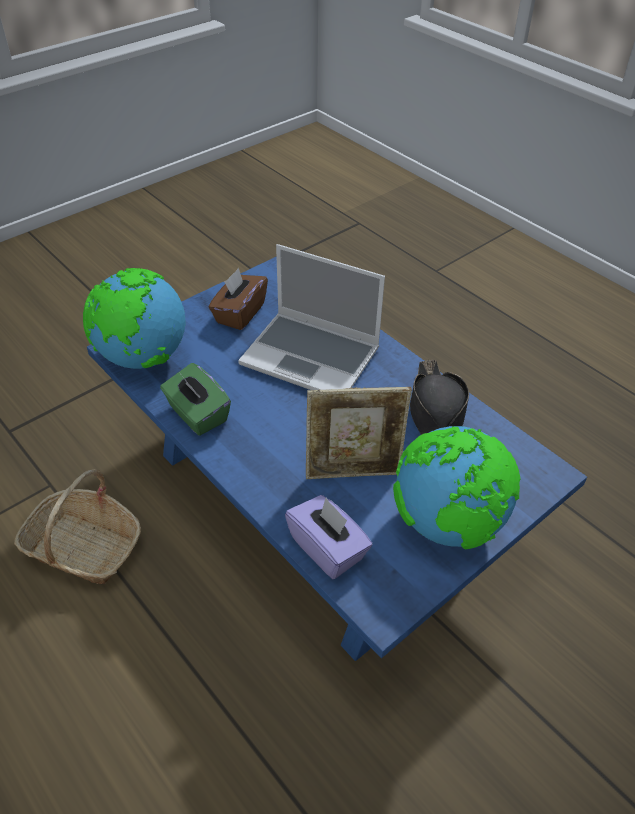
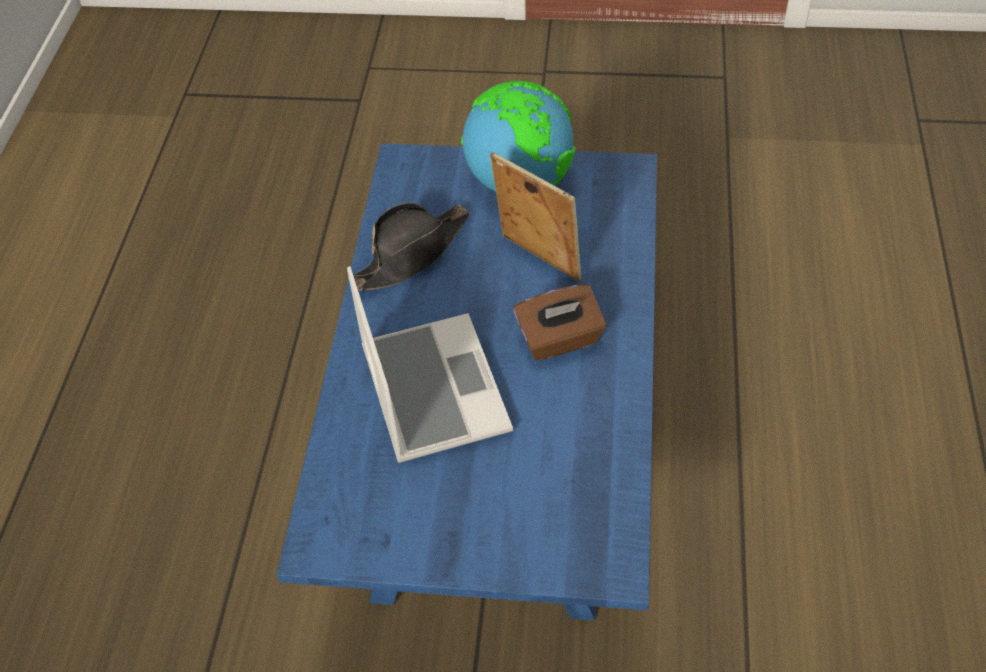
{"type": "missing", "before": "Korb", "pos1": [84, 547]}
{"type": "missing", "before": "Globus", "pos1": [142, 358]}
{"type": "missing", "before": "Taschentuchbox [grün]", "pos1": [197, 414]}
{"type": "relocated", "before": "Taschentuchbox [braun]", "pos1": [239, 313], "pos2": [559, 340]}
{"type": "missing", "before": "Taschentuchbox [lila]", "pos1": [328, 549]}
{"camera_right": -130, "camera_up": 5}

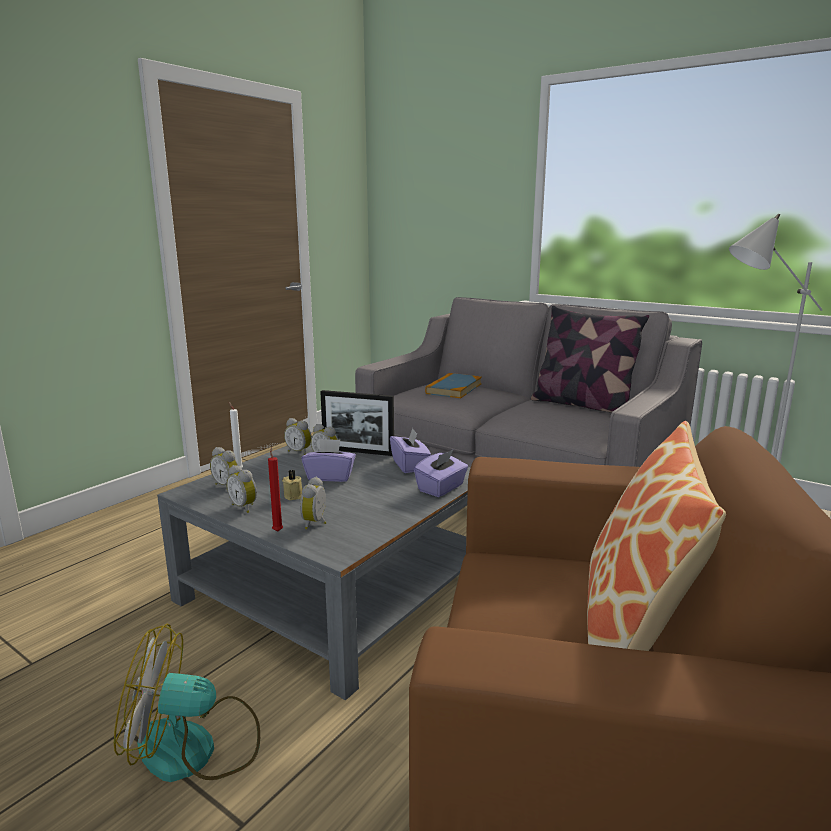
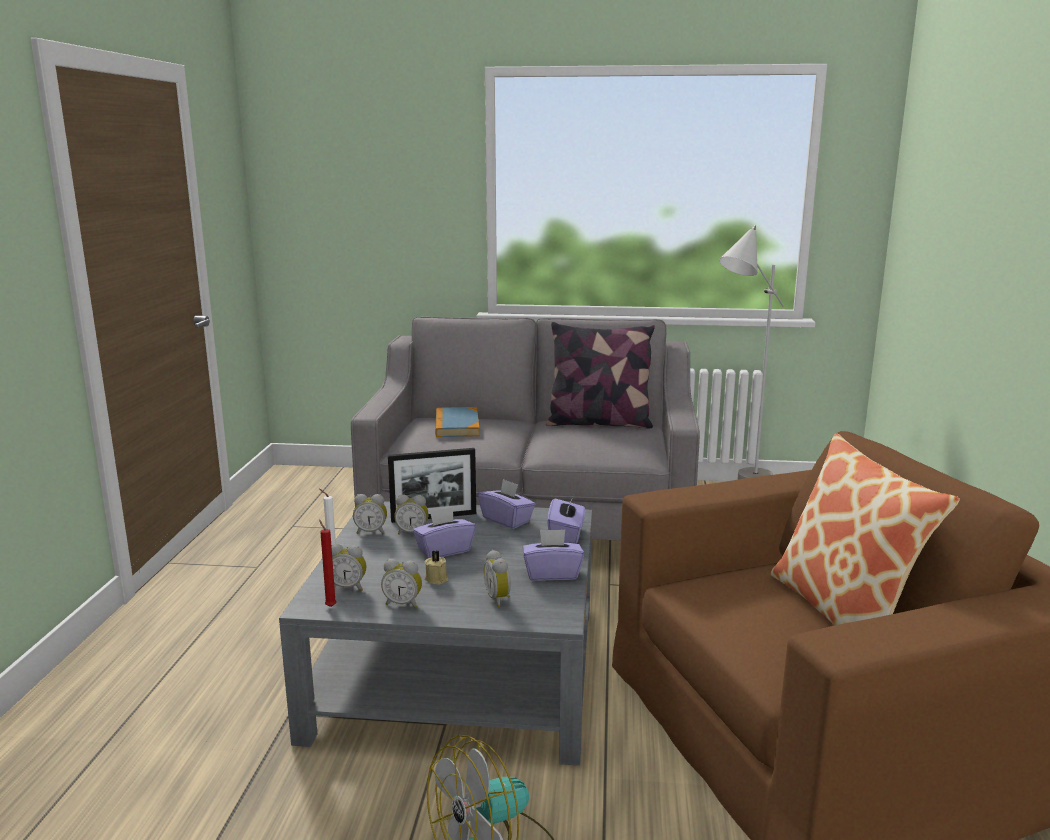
{"type": "relocated", "before": "Kerze [rot]", "pos1": [278, 530], "pos2": [330, 606]}
{"type": "appeared", "after": "Taschentuchbox [lila]", "pos2": [552, 573]}
{"camera_right": -30, "camera_up": 0}

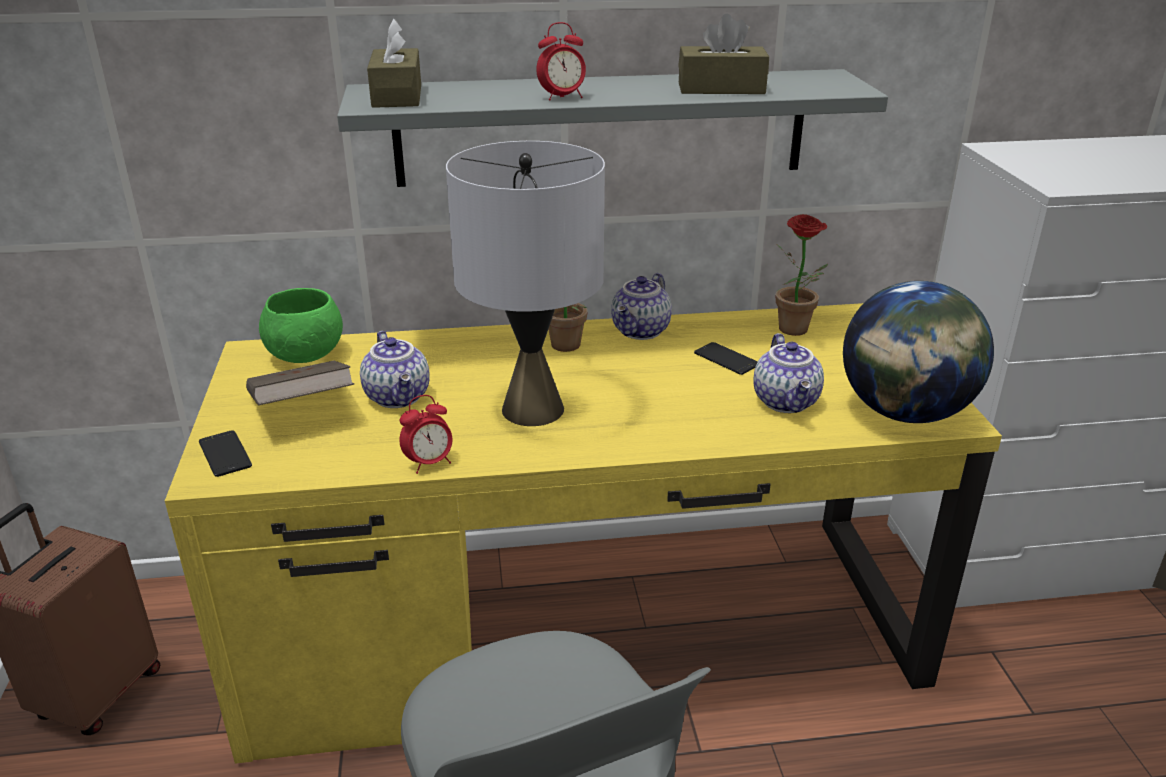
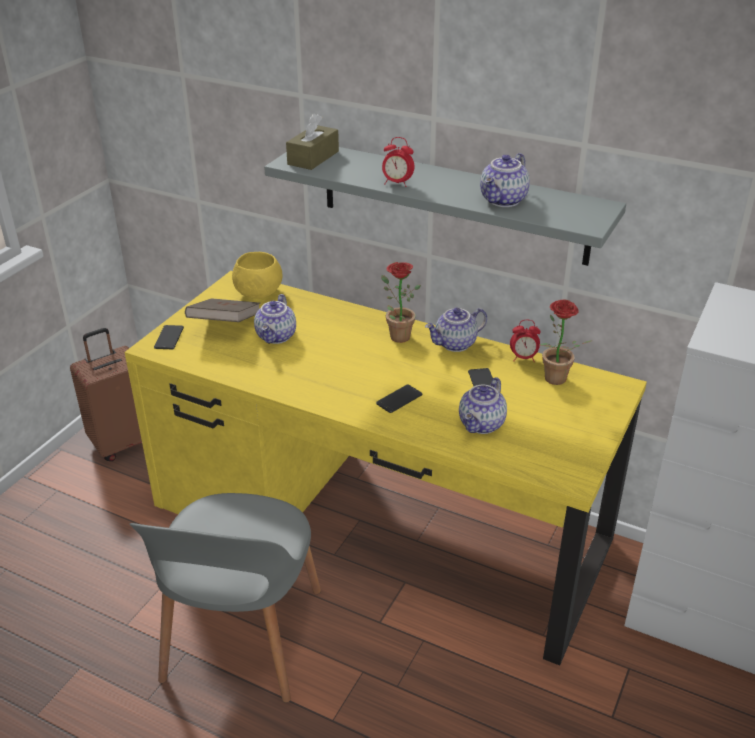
{"type": "colour", "before": "Schüssel [grün]", "after": "Schüssel [gelb]", "pos1": [305, 355], "pos2": [258, 293]}
{"type": "relocated", "before": "Wecker", "pos1": [429, 463], "pos2": [523, 358]}
{"type": "missing", "before": "Tischlampe [grau]", "pos1": [532, 409]}
{"type": "exchanged", "before": "Taschentuchbox [braun]", "after": "Teekanne", "pos1": [721, 88], "pos2": [504, 201]}
{"type": "missing", "before": "Globus", "pos1": [904, 413]}
{"type": "appeared", "after": "Handy", "pos2": [399, 399]}
{"camera_right": 35, "camera_up": 5}

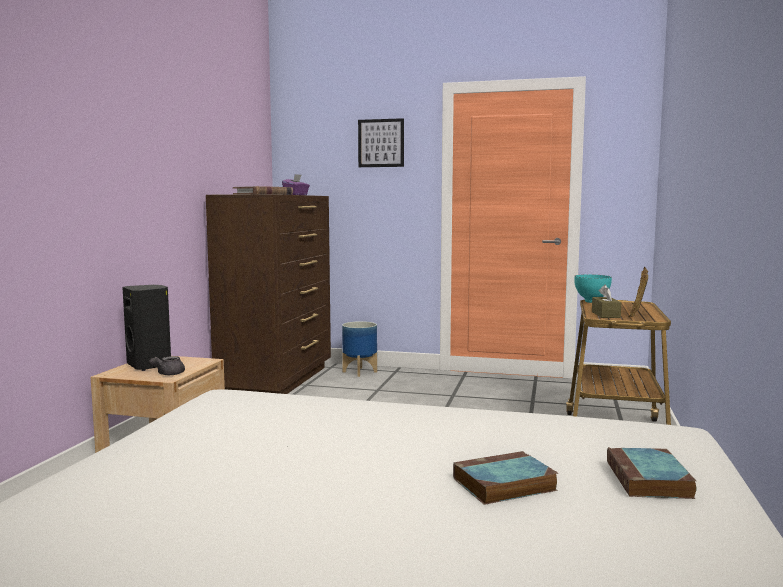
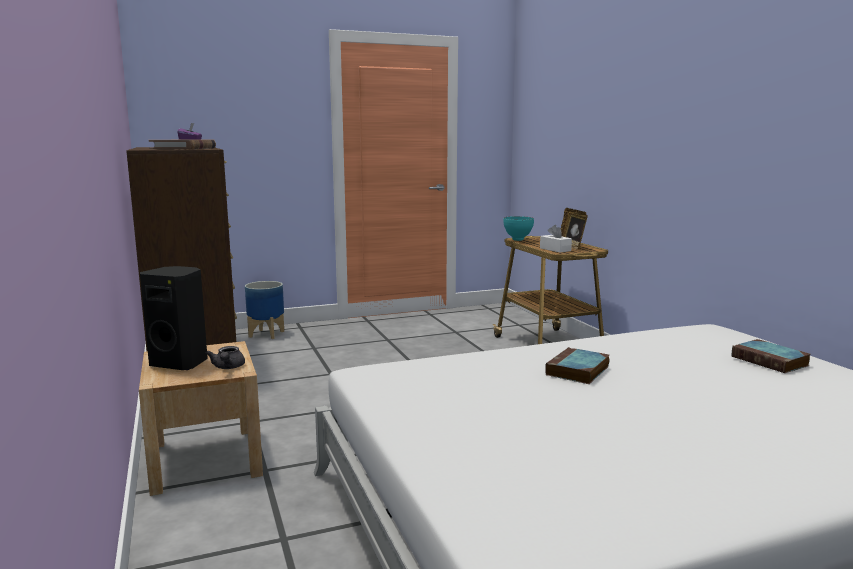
{"type": "missing", "before": "Bild", "pos1": [381, 143]}
{"type": "relocated", "before": "Buch", "pos1": [503, 485], "pos2": [577, 371]}
{"type": "colour", "before": "Taschentuchbox [braun]", "after": "Taschentuchbox [weiß]", "pos1": [605, 314], "pos2": [555, 249]}
{"camera_right": -35, "camera_up": 5}

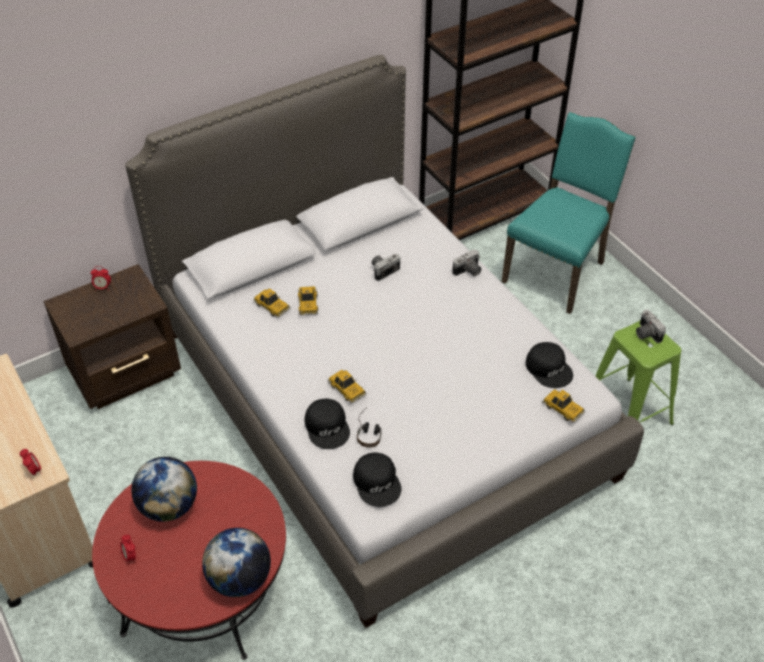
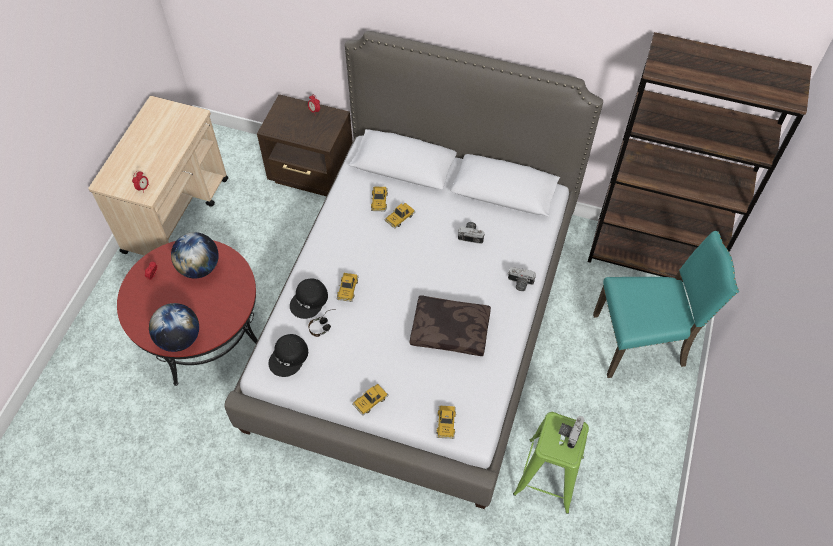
{"type": "missing", "before": "Kappe [schwarz]", "pos1": [549, 368]}
{"type": "appeared", "after": "Spielzeugauto", "pos2": [370, 401]}
{"type": "appeared", "after": "Kissen [braun]", "pos2": [451, 329]}
{"camera_right": 50, "camera_up": 10}

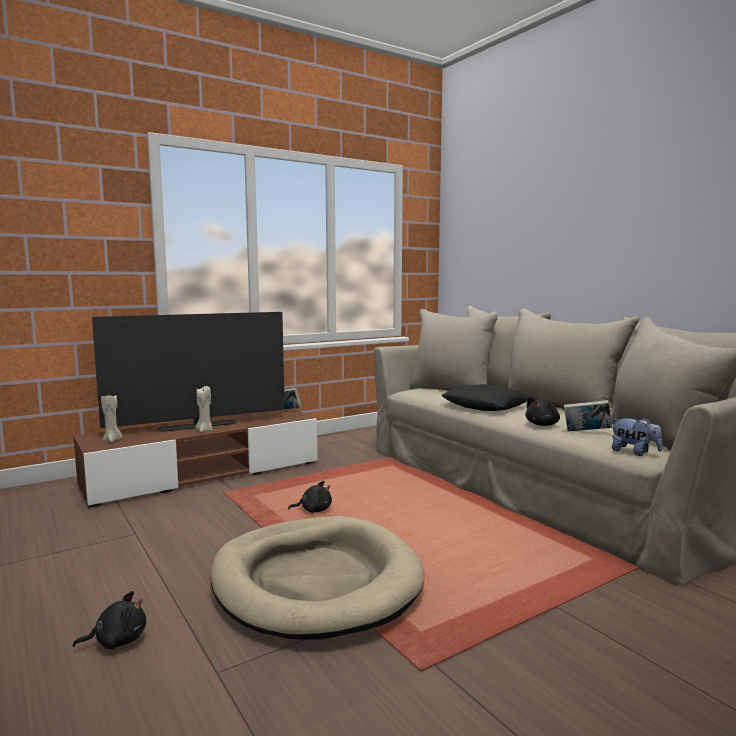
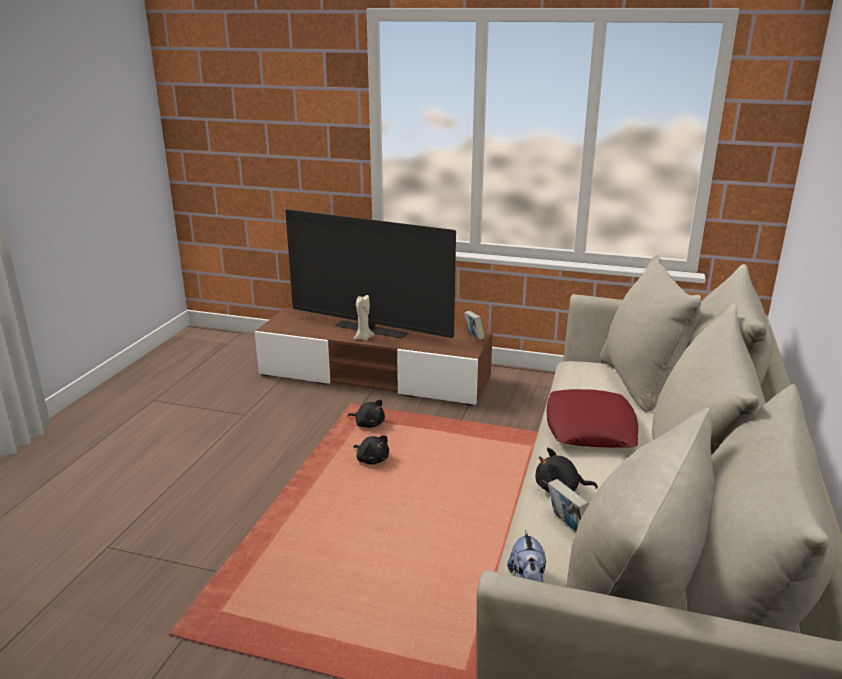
{"type": "relocated", "before": "Plüschtier [schwarz]", "pos1": [117, 640], "pos2": [368, 424]}
{"type": "missing", "before": "Kerze [beige]", "pos1": [112, 440]}
{"type": "missing", "before": "Hundebett [beige]", "pos1": [315, 581]}
{"type": "colour", "before": "Kissen [schwarz]", "after": "Kissen [rot]", "pos1": [485, 405], "pos2": [590, 428]}
{"camera_right": 50, "camera_up": 15}

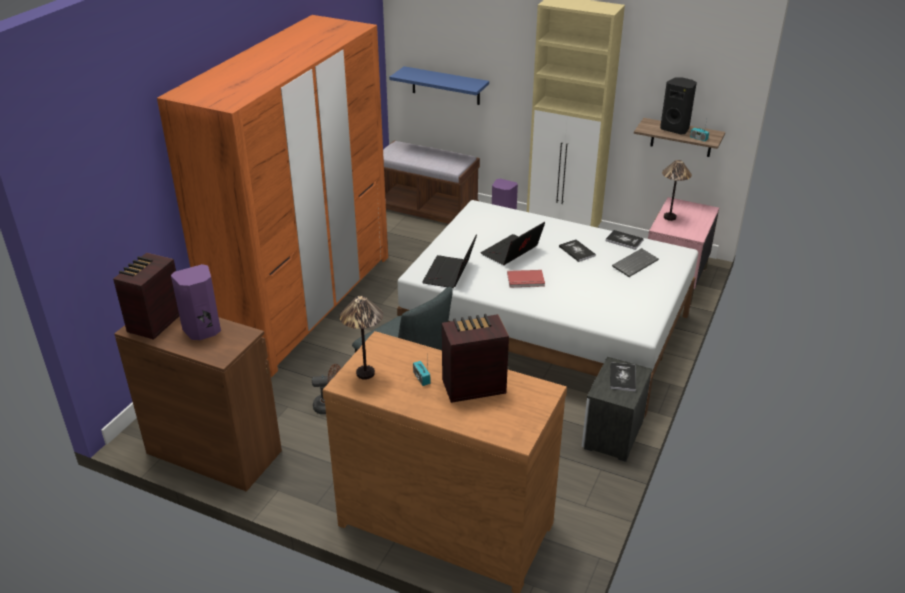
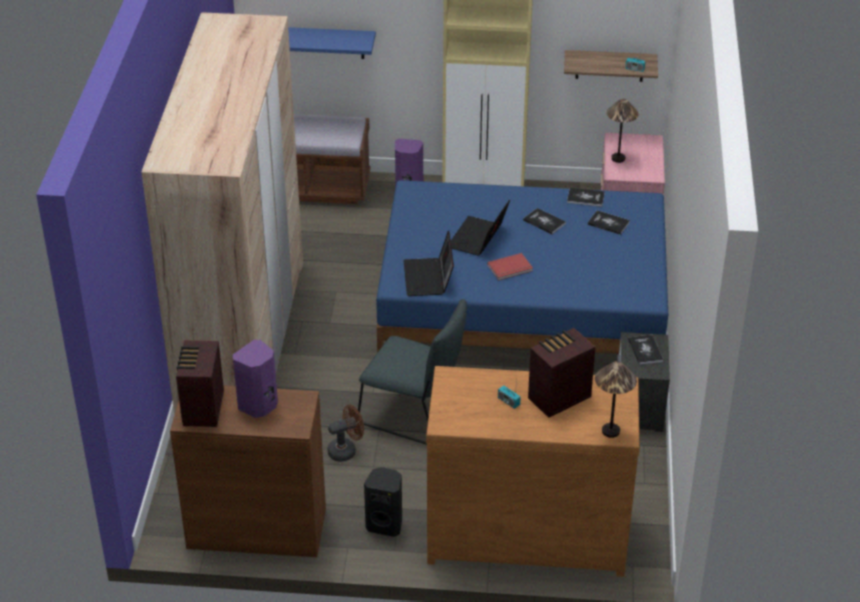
{"type": "colour", "before": "Kleiderschrank [orange]", "after": "Kleiderschrank [beige]", "pos1": [305, 303], "pos2": [243, 341]}
{"type": "relocated", "before": "Tischlampe", "pos1": [365, 373], "pos2": [610, 431]}
{"type": "colour", "before": "Bett [weiß]", "after": "Bett [blau]", "pos1": [546, 329], "pos2": [522, 311]}
{"type": "exchanged", "before": "Tastatur", "after": "Buch", "pos1": [634, 263], "pos2": [608, 223]}
{"type": "relocated", "before": "Lautsprecher [schwarz]", "pos1": [675, 129], "pos2": [385, 524]}
{"camera_right": -20, "camera_up": 5}

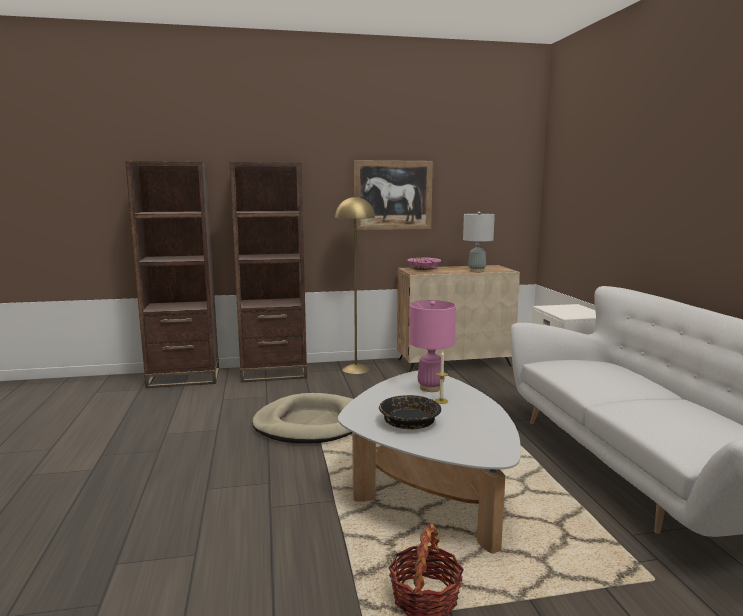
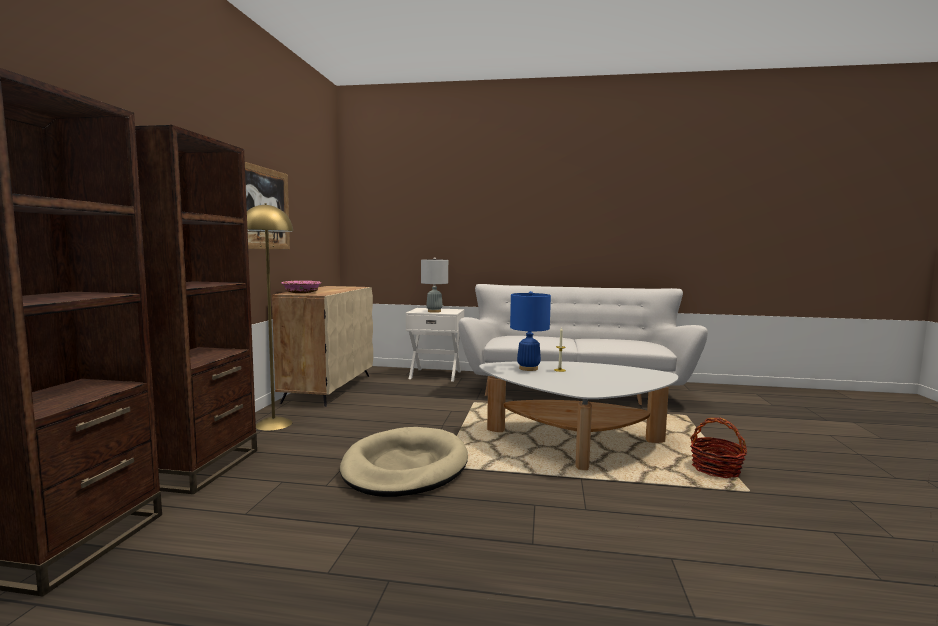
{"type": "missing", "before": "Schüssel [schwarz]", "pos1": [409, 422]}
{"type": "colour", "before": "Tischlampe [rosa]", "after": "Tischlampe [blau]", "pos1": [430, 388], "pos2": [528, 368]}
{"type": "relocated", "before": "Tischlampe [grau]", "pos1": [477, 271], "pos2": [434, 311]}
{"camera_right": -70, "camera_up": -5}

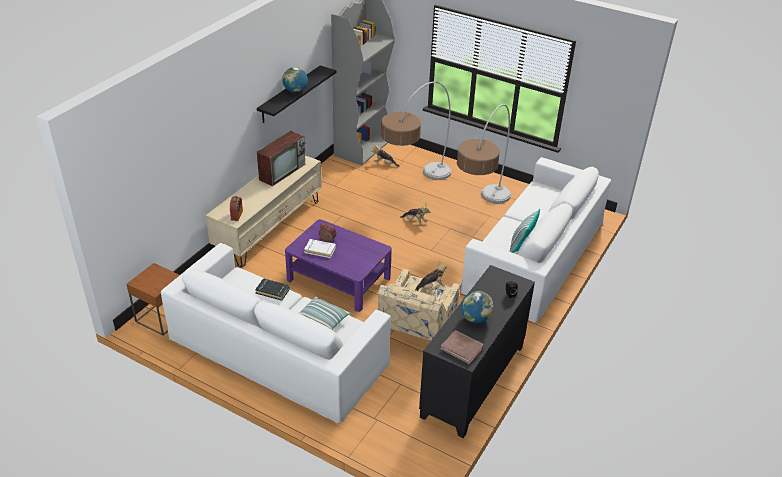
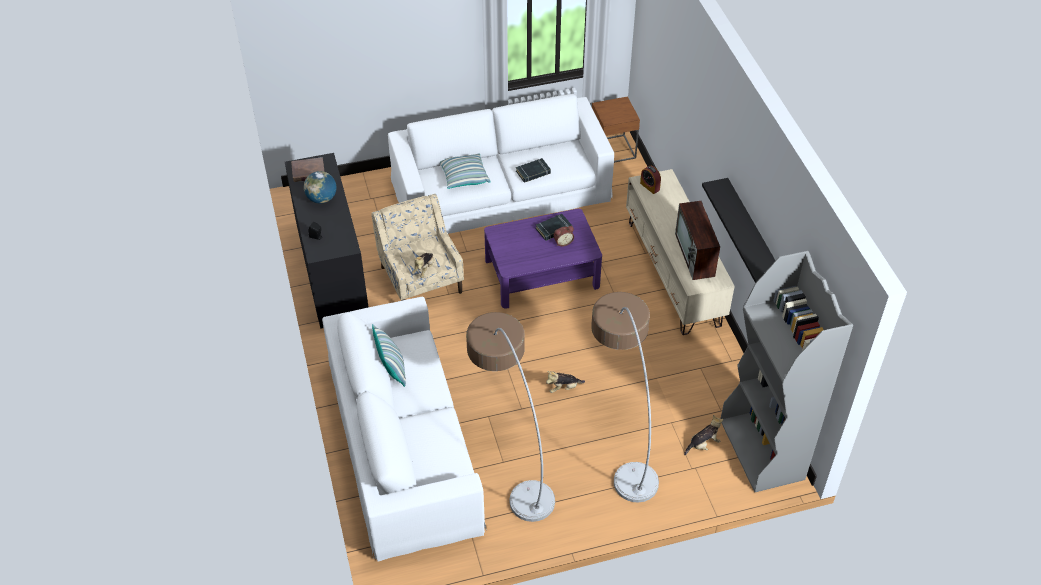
{"type": "missing", "before": "Globus", "pos1": [295, 91]}
{"type": "colour", "before": "Buch [weiß]", "after": "Buch [schwarz]", "pos1": [320, 250], "pos2": [554, 229]}
{"camera_right": 135, "camera_up": 10}

